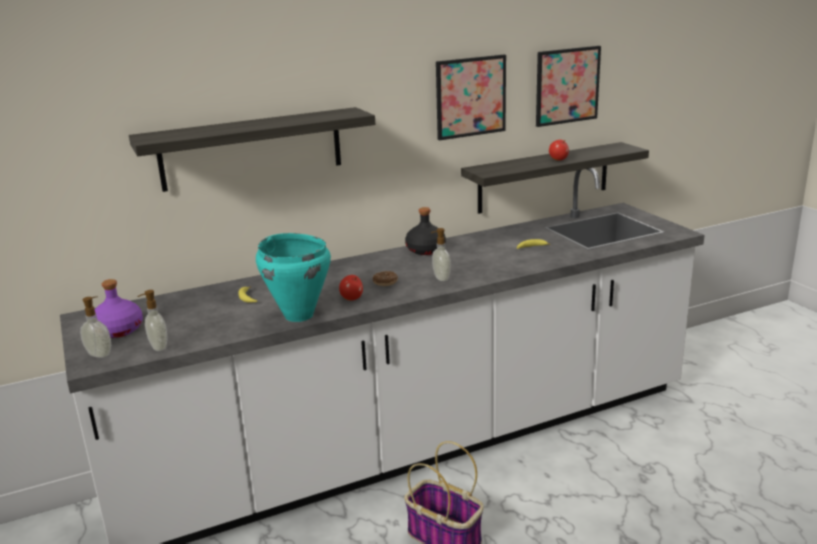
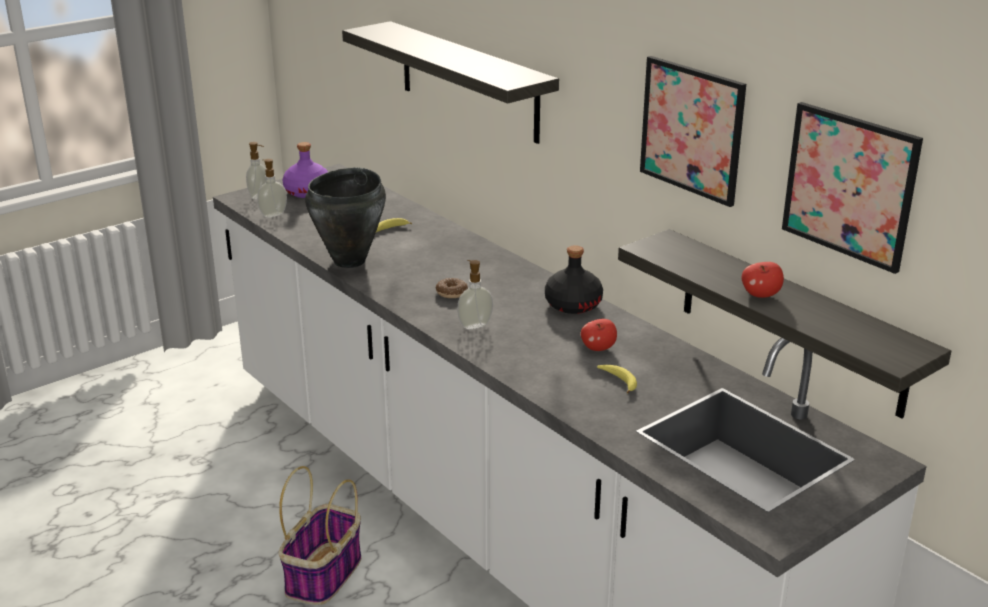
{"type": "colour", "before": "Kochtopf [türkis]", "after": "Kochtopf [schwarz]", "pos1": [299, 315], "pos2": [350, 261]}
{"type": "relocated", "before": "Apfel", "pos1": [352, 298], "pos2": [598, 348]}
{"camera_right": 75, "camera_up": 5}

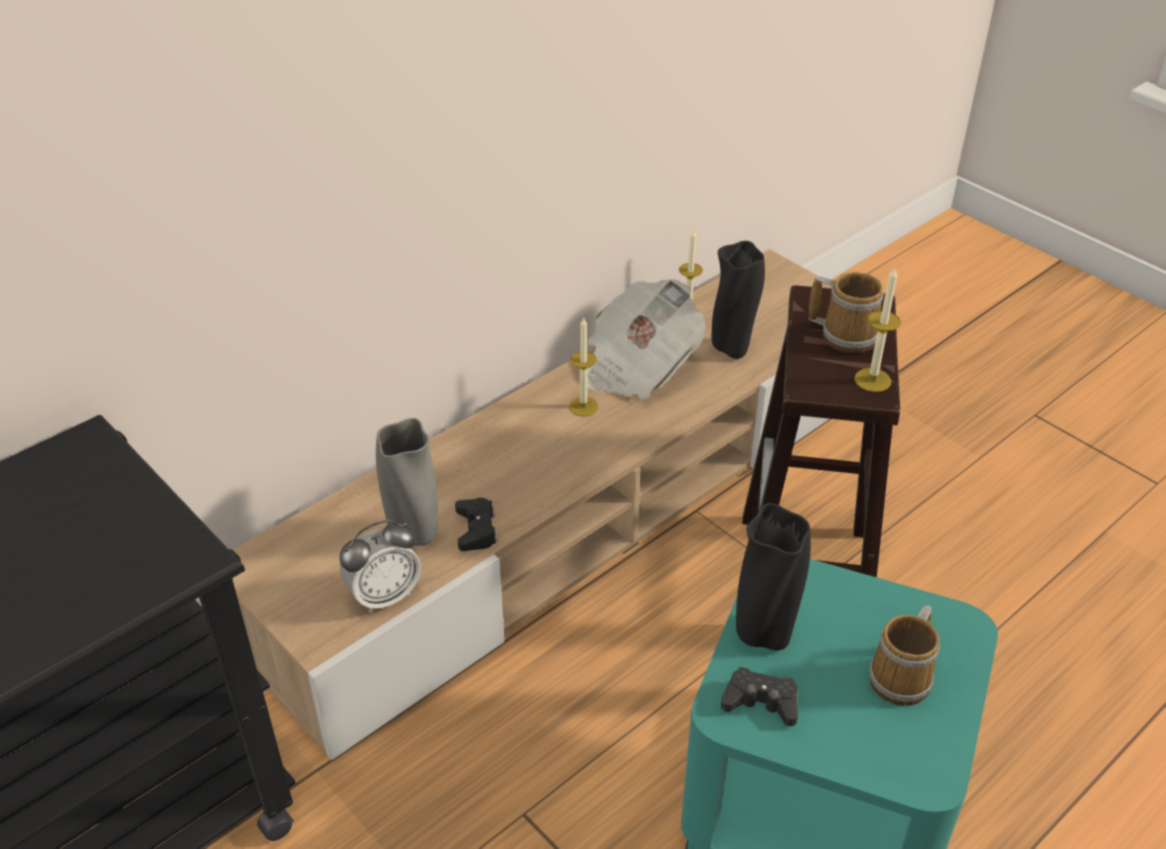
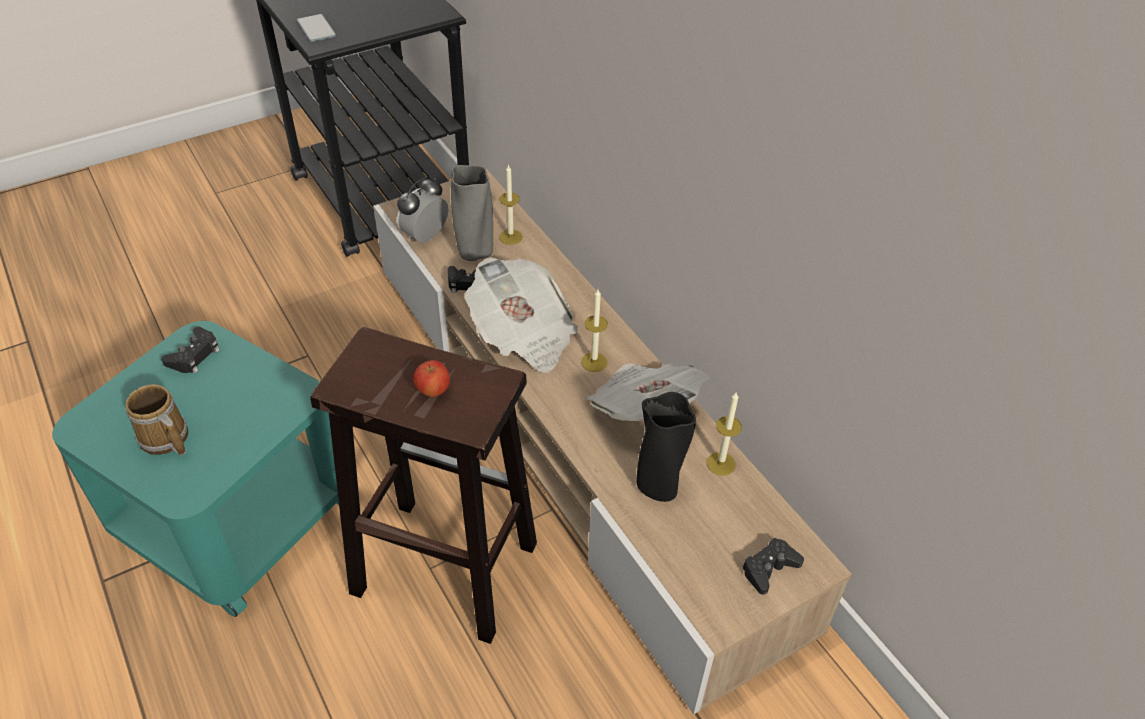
{"type": "spun", "before": "Wecker", "pos1": [384, 596], "pos2": [425, 237], "turn": 60}
{"type": "missing", "before": "Vase [schwarz]", "pos1": [763, 635]}
{"type": "exchanged", "before": "Henkelbecher", "after": "Apfel", "pos1": [846, 334], "pos2": [433, 391]}
{"type": "relocated", "before": "Kerze", "pos1": [872, 380], "pos2": [510, 237]}
{"type": "appeared", "after": "Handy", "pos2": [316, 29]}
{"type": "appeared", "after": "Zeitung", "pos2": [523, 335]}
{"type": "appeared", "after": "Gamepad [schwarz]", "pos2": [769, 569]}
{"camera_right": 100, "camera_up": 5}

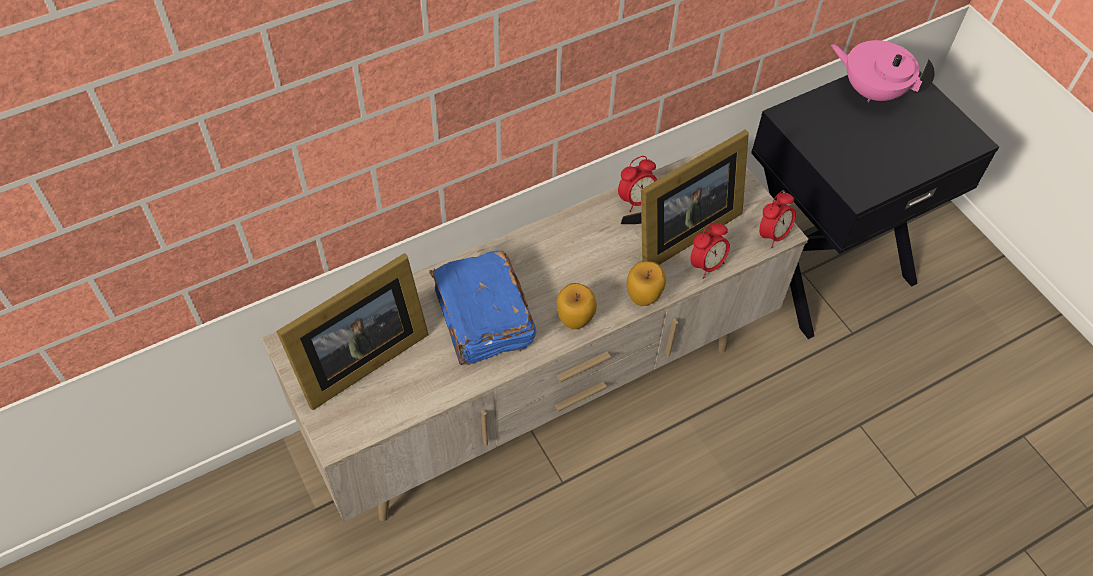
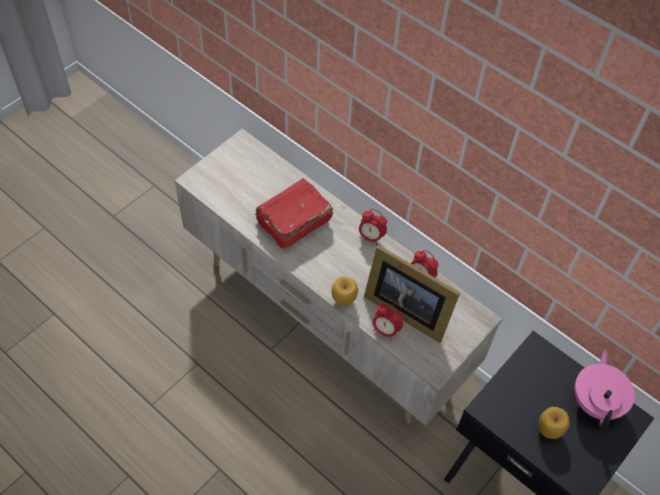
{"type": "missing", "before": "Bilderrahmen", "pos1": [356, 360]}
{"type": "colour", "before": "Buch [blau]", "after": "Buch [rot]", "pos1": [482, 319], "pos2": [293, 221]}
{"type": "relocated", "before": "Apfel", "pos1": [575, 320], "pos2": [548, 430]}
{"type": "relocated", "before": "Wecker", "pos1": [772, 235], "pos2": [371, 237]}
{"camera_right": 70, "camera_up": 0}

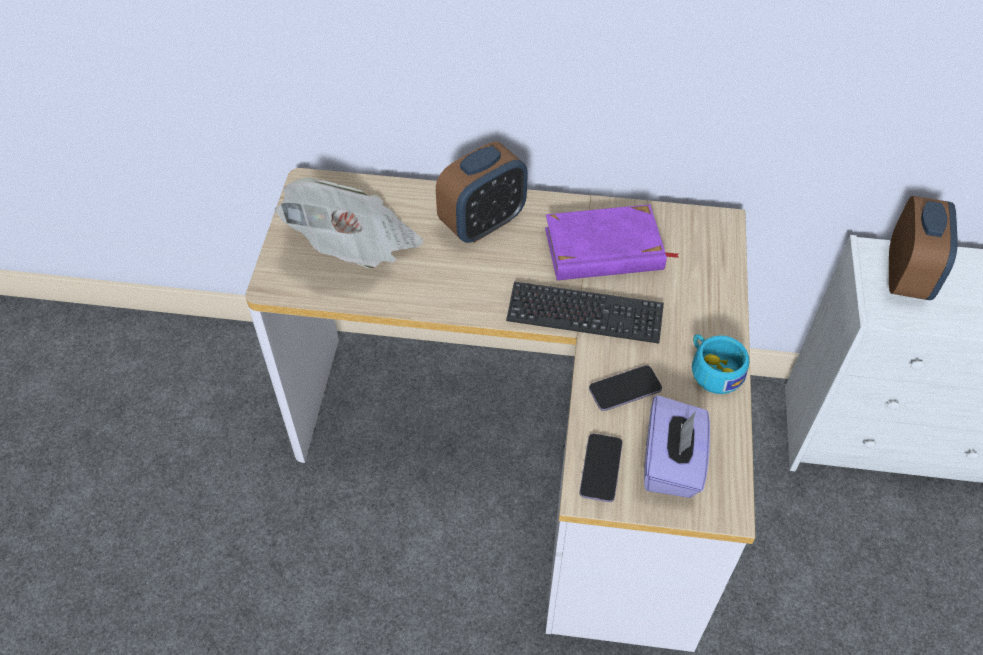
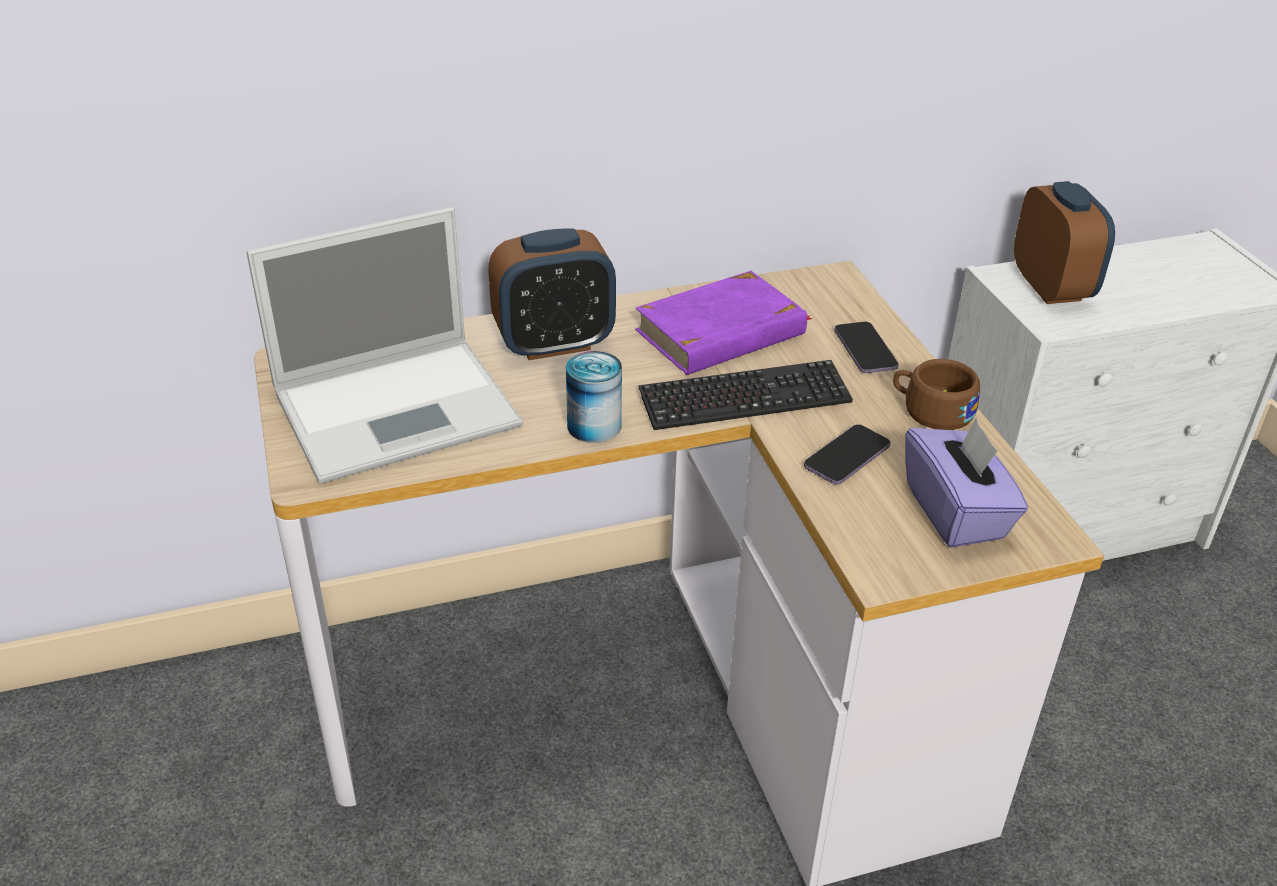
{"type": "exchanged", "before": "Zeitung", "after": "Laptop", "pos1": [355, 246], "pos2": [400, 407]}
{"type": "spun", "before": "Wecker", "pos1": [482, 223], "pos2": [554, 344], "turn": 45}
{"type": "relocated", "before": "Handy", "pos1": [601, 469], "pos2": [865, 350]}
{"type": "colour", "before": "Tasse [türkis]", "after": "Tasse [braun]", "pos1": [712, 370], "pos2": [930, 410]}
{"type": "appeared", "after": "Dose", "pos2": [594, 426]}
{"camera_right": -25, "camera_up": -15}

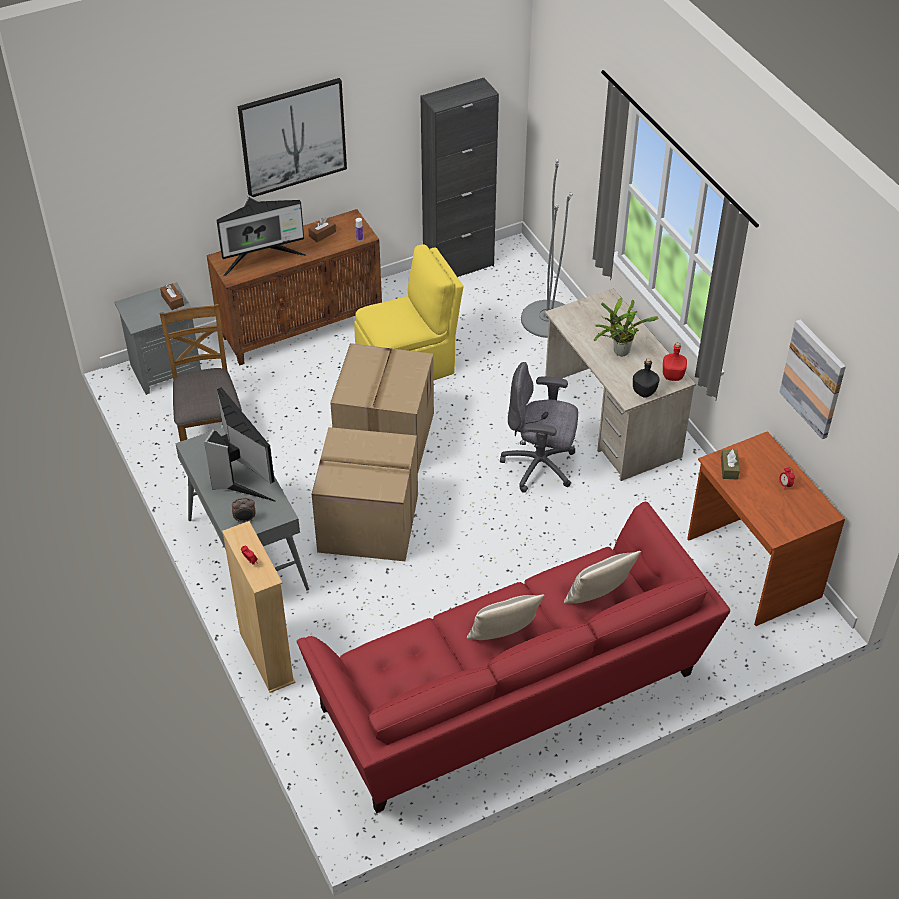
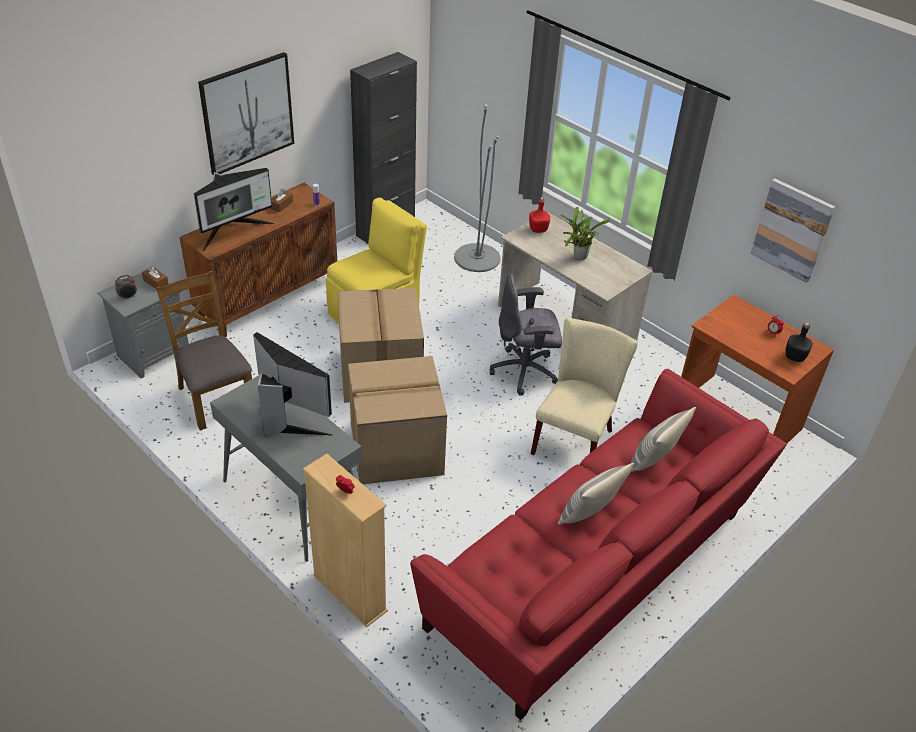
{"type": "relocated", "before": "Wecker", "pos1": [245, 519], "pos2": [128, 297]}
{"type": "relocated", "before": "Flasche [schwarz]", "pos1": [644, 391], "pos2": [794, 356]}
{"type": "relocated", "before": "Flasche [rot]", "pos1": [672, 375], "pos2": [537, 229]}
{"type": "missing", "before": "Taschentuchbox [braun]", "pos1": [729, 468]}
{"type": "appeared", "after": "Stuhl [beige]", "pos2": [575, 438]}
{"camera_right": -20, "camera_up": -5}

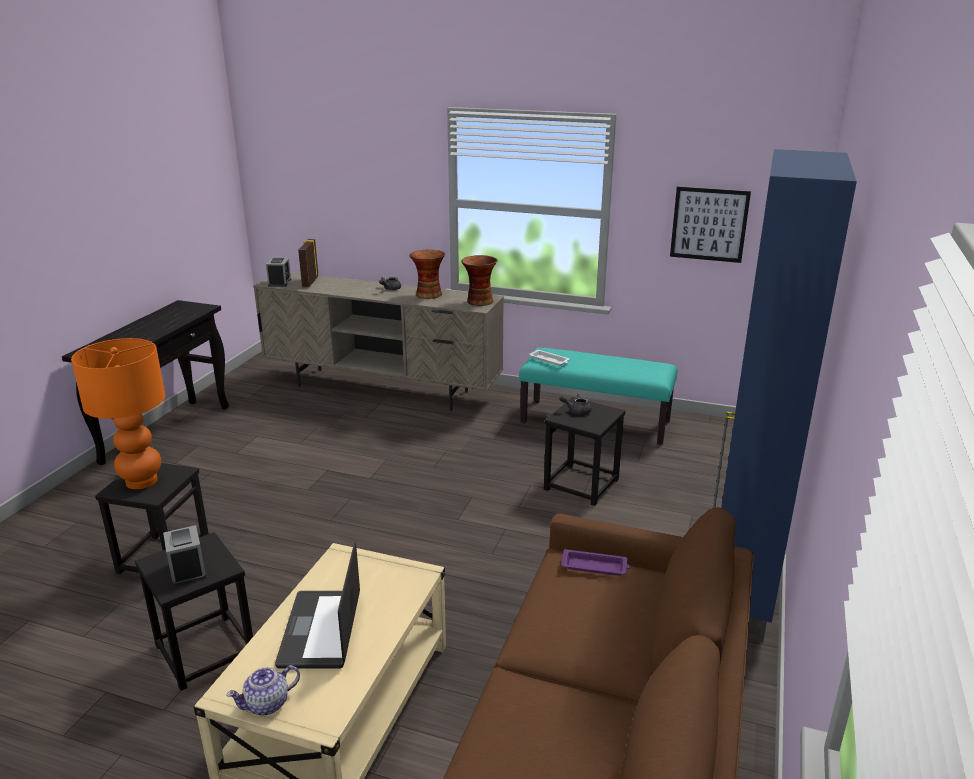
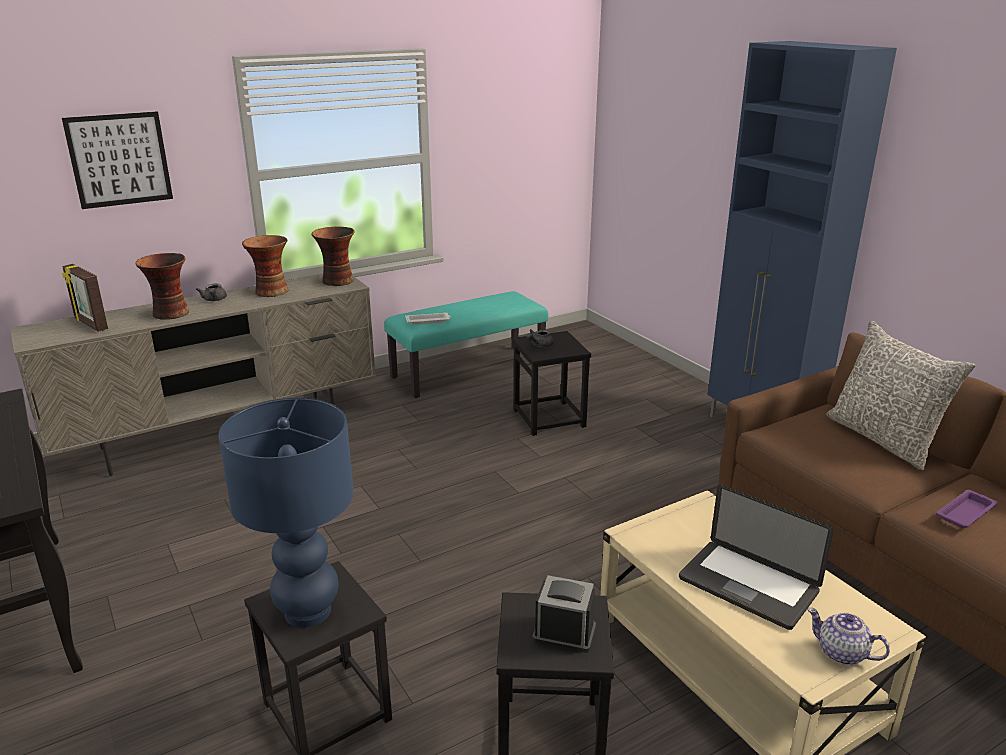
{"type": "colour", "before": "Tischlampe [orange]", "after": "Tischlampe [blau]", "pos1": [141, 481], "pos2": [308, 612]}
{"type": "spun", "before": "Teekanne", "pos1": [267, 704], "pos2": [842, 653], "turn": 120}
{"type": "missing", "before": "Wecker", "pos1": [279, 282]}
{"type": "relocated", "before": "Tablett [lila]", "pos1": [595, 566], "pos2": [966, 512]}
{"type": "relocated", "before": "Bild", "pos1": [709, 224], "pos2": [119, 160]}
{"type": "appeared", "after": "Vase", "pos2": [170, 314]}
{"type": "appeared", "after": "Kissen [grau]", "pos2": [884, 439]}
{"camera_right": -50, "camera_up": 0}

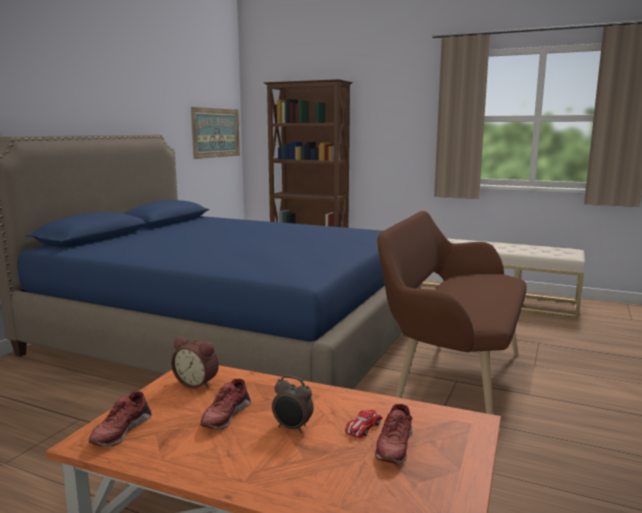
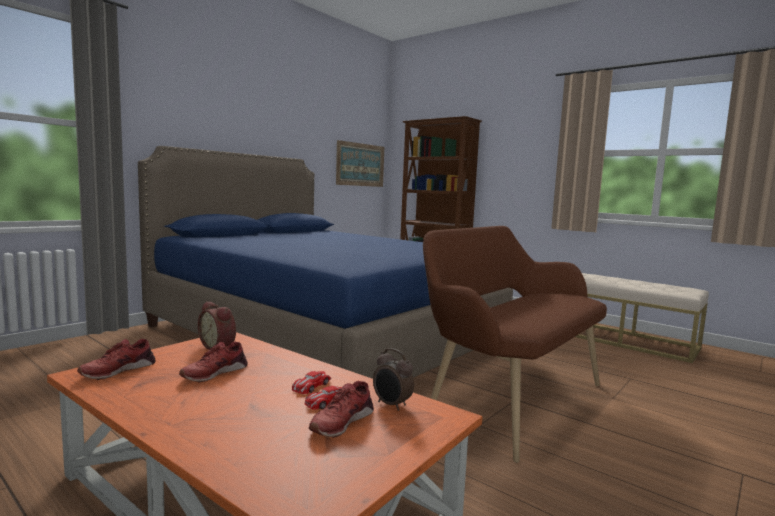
{"type": "relocated", "before": "Wecker", "pos1": [292, 428], "pos2": [391, 405]}
{"type": "appeared", "after": "Spielzeugauto", "pos2": [311, 386]}
{"camera_right": 15, "camera_up": -5}

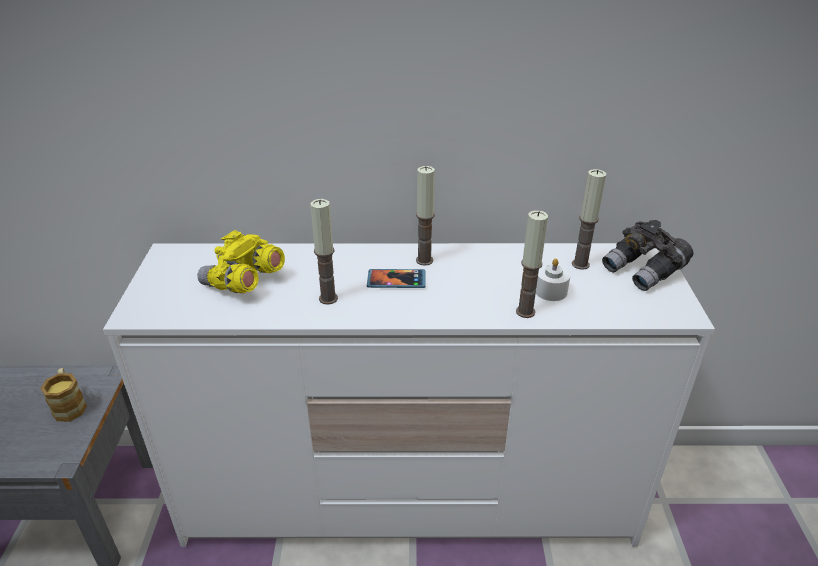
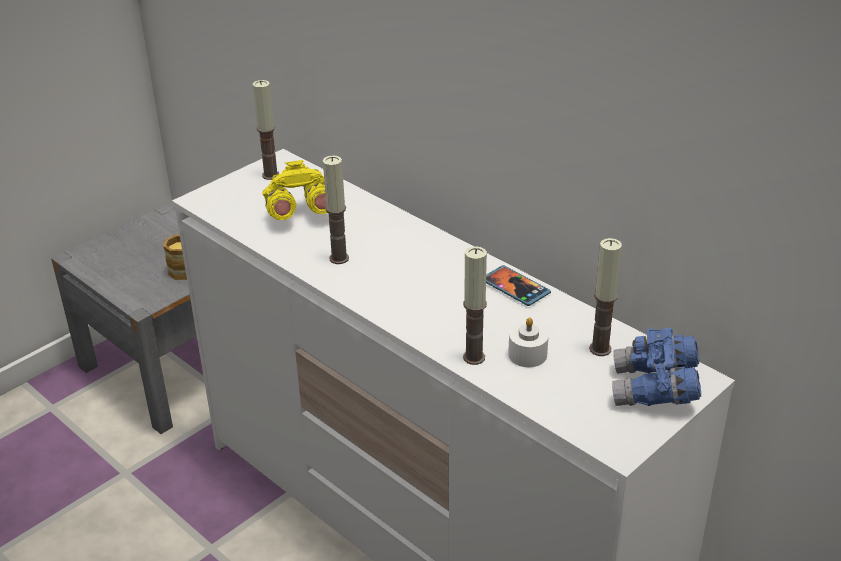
{"type": "relocated", "before": "Handy", "pos1": [396, 280], "pos2": [515, 288]}
{"type": "relocated", "before": "Kerze", "pos1": [424, 260], "pos2": [270, 175]}
{"type": "colour", "before": "Fernglas [grau]", "after": "Fernglas [blau]", "pos1": [644, 271], "pos2": [654, 390]}
{"camera_right": 45, "camera_up": 0}

